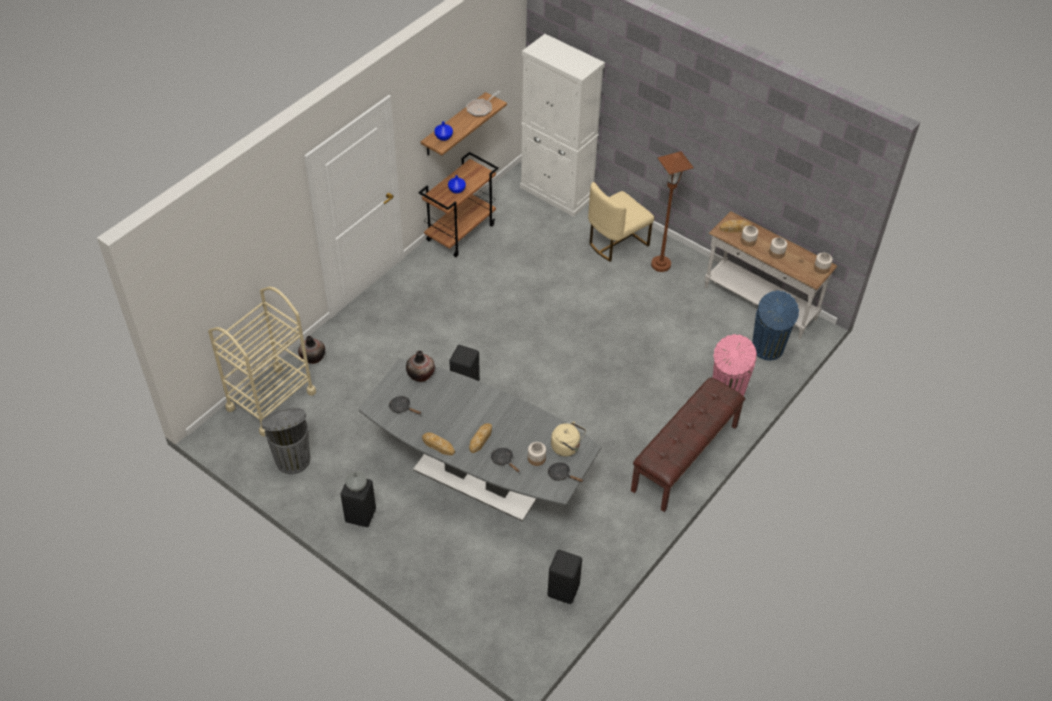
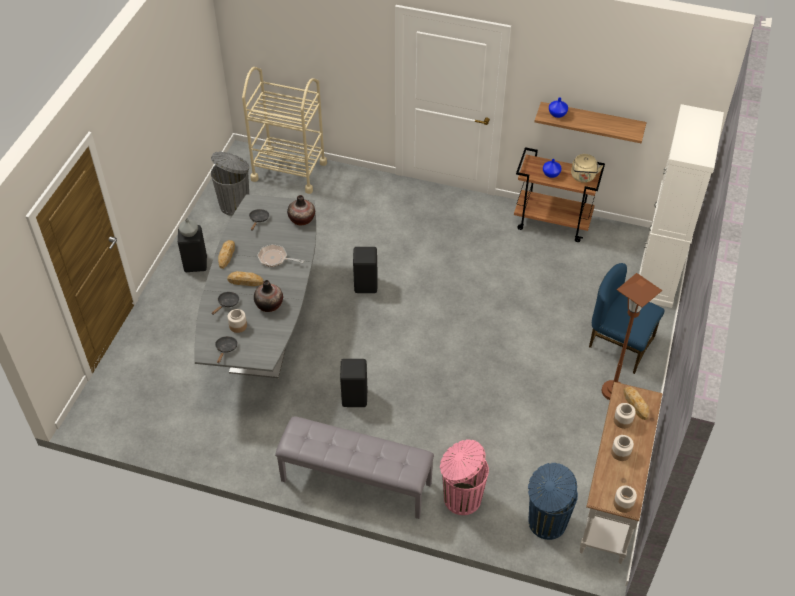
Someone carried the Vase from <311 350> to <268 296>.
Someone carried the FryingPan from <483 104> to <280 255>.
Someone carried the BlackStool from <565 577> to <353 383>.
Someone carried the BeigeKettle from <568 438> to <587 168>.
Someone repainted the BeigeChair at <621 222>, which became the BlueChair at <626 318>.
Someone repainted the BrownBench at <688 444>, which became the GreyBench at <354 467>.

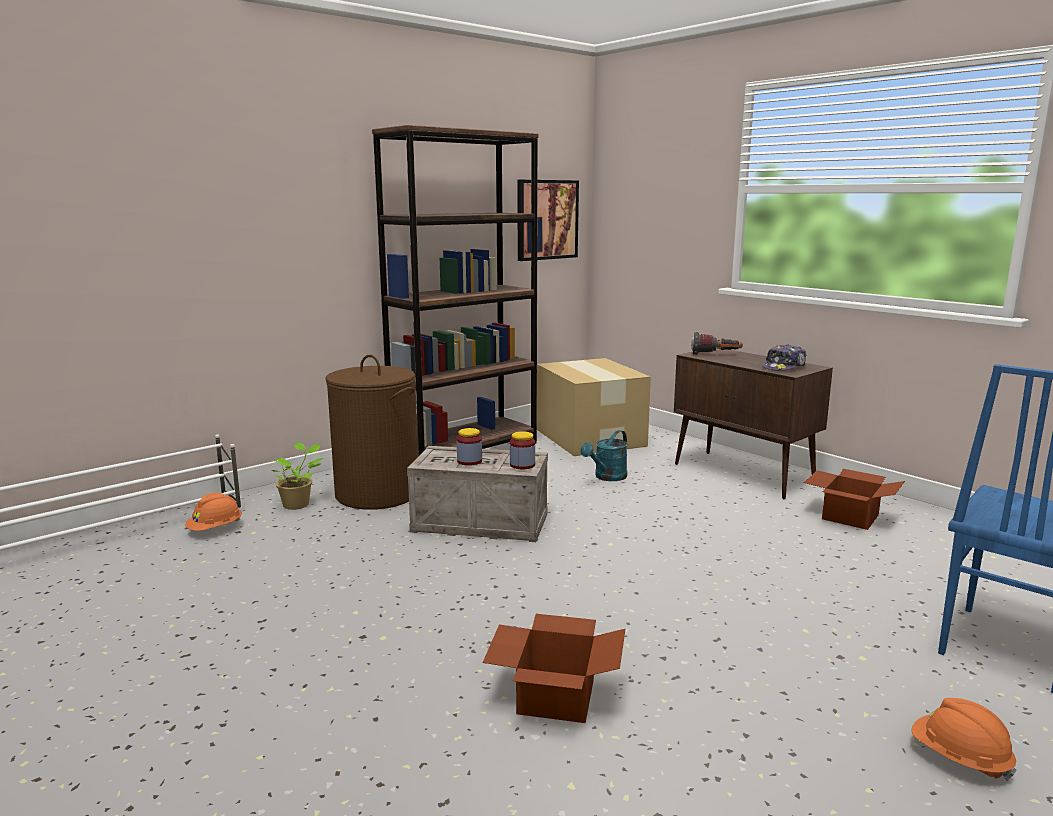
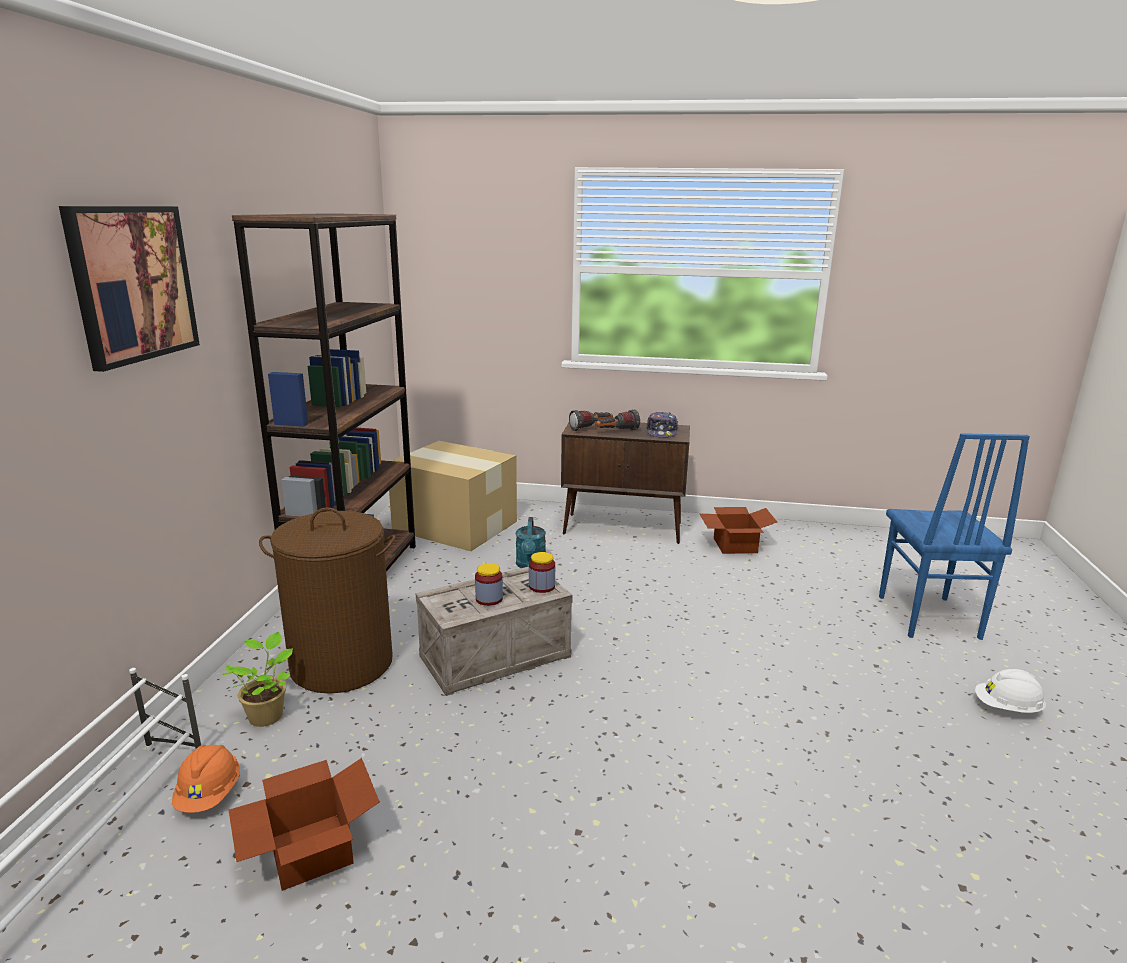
Someone carried the CardboardBox from <554 668> to <304 824>.
Someone carried the Picture from <548 220> to <129 289>.
Someone repainted the OrangeHardHat at <964 739>, which became the WhiteHardHat at <1010 691>.
Someone put down the Flashlight at <617 419>.

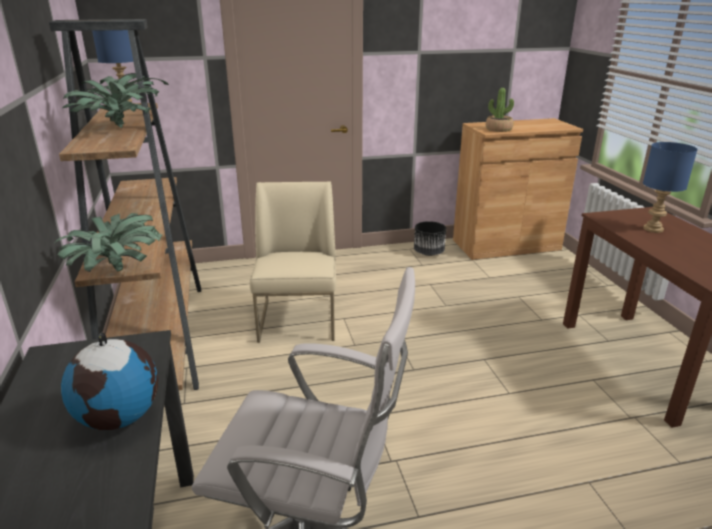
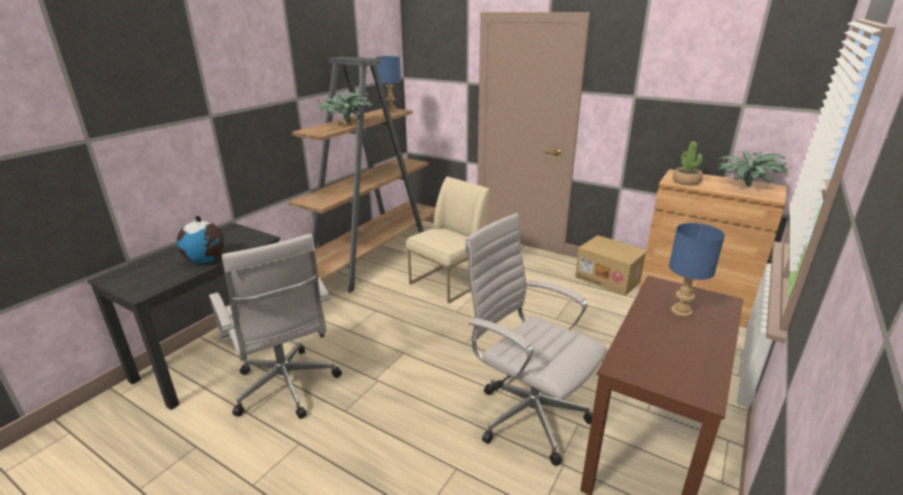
Someone carried the PottedPlant from <108 242> to <753 169>.
Someone swapped the BlackPlanter at <430 238> for the CardboardBox at <610 265>.
Someone put down the WhiteOfficeChair at <535 339>.

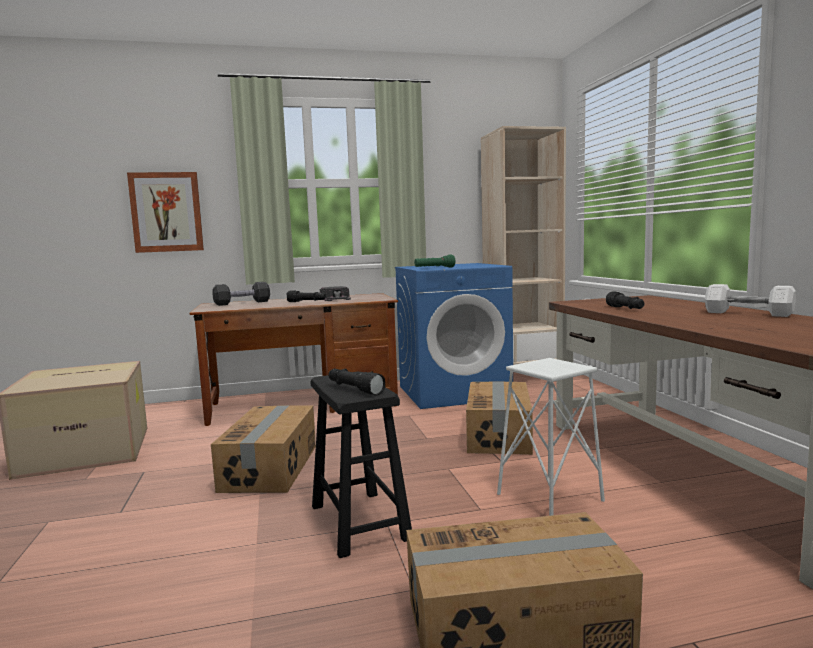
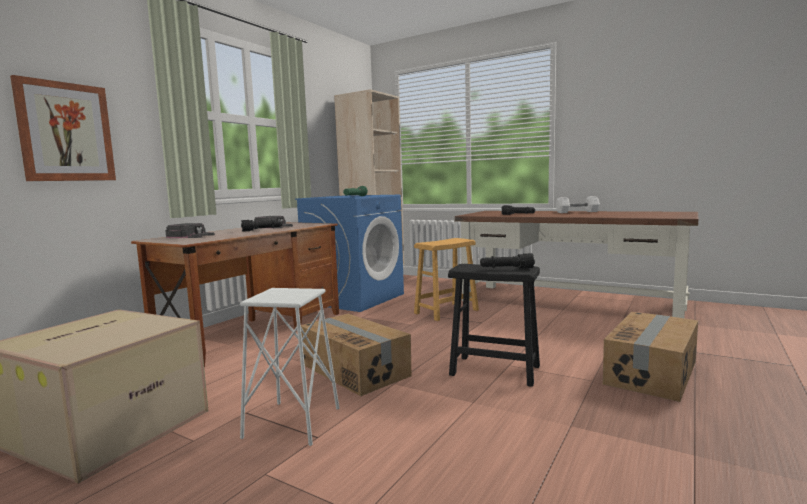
Someone swapped the BlackDumbbell at <241 294> for the BlackCap at <190 230>.
Someone swapped the CardboardBox at <499 418> for the BrownStool at <446 279>.
Someone carried the WhiteStool from <551 437> to <290 367>.

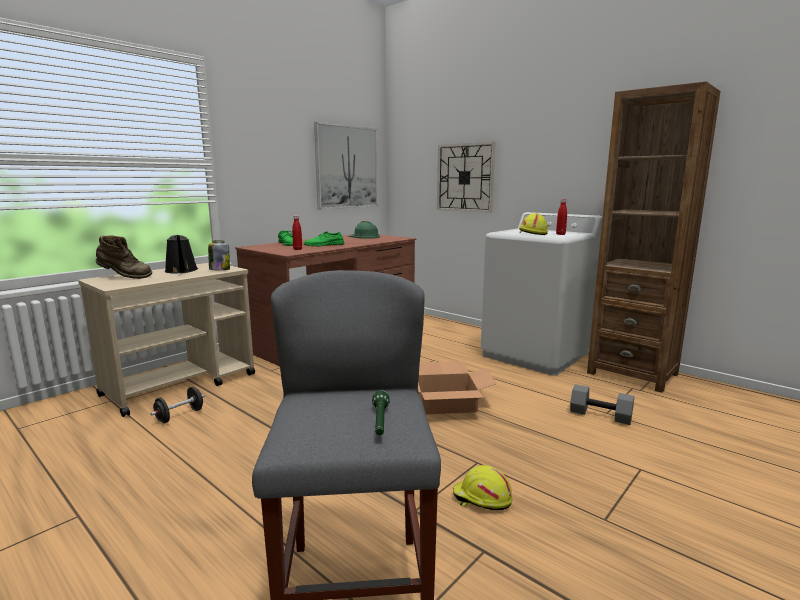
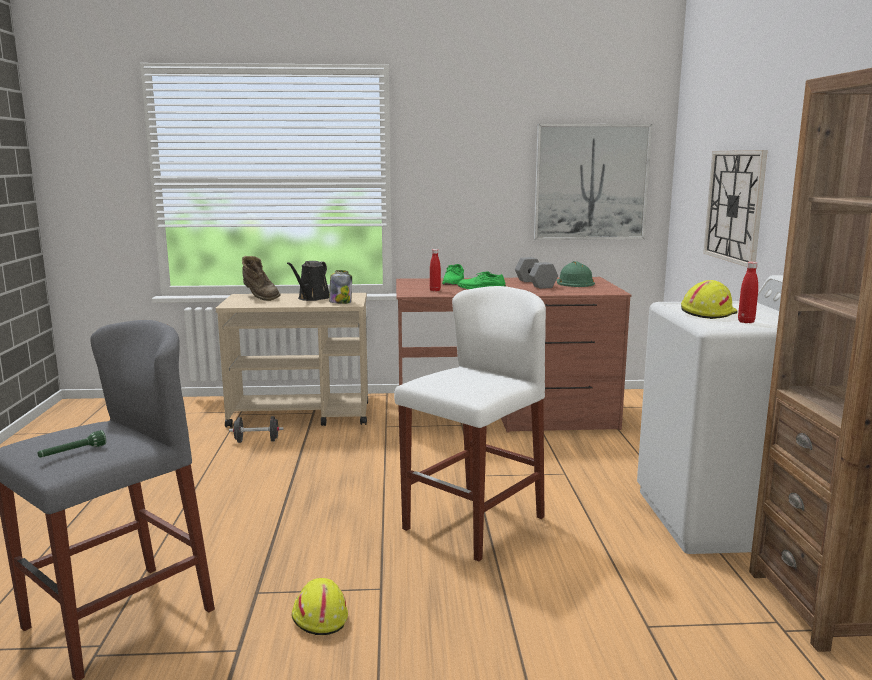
Someone swapped the CardboardBox at <457 387> for the WhiteStool at <470 424>.
Someone carried the GreyDumbbell from <602 404> to <536 273>.

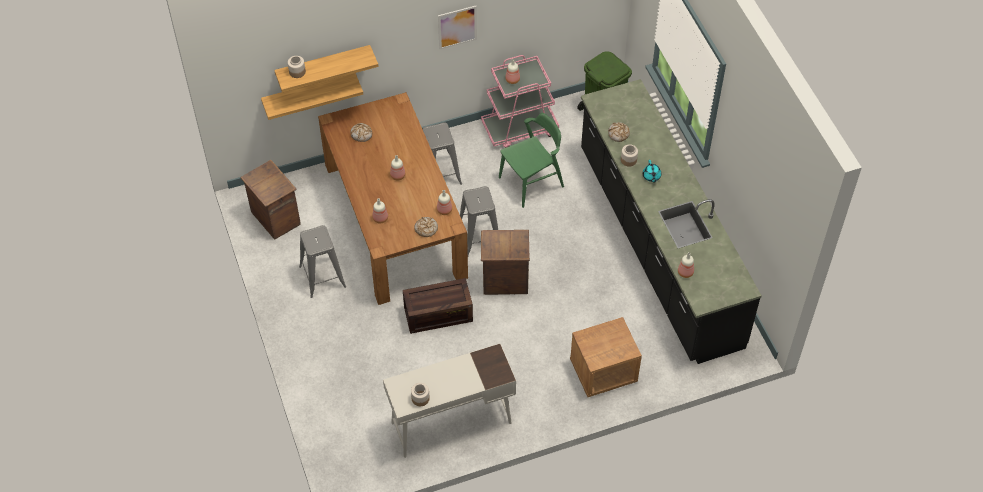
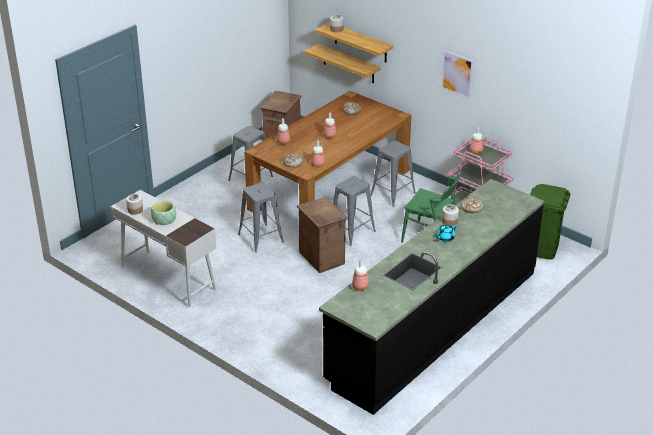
Someone swapped the Crate at <438 306> for the GreyStool at <261 217>.
Someone took away the BrownNightstand at <606 357>.
Someone put down the Bowl at <163 213>.

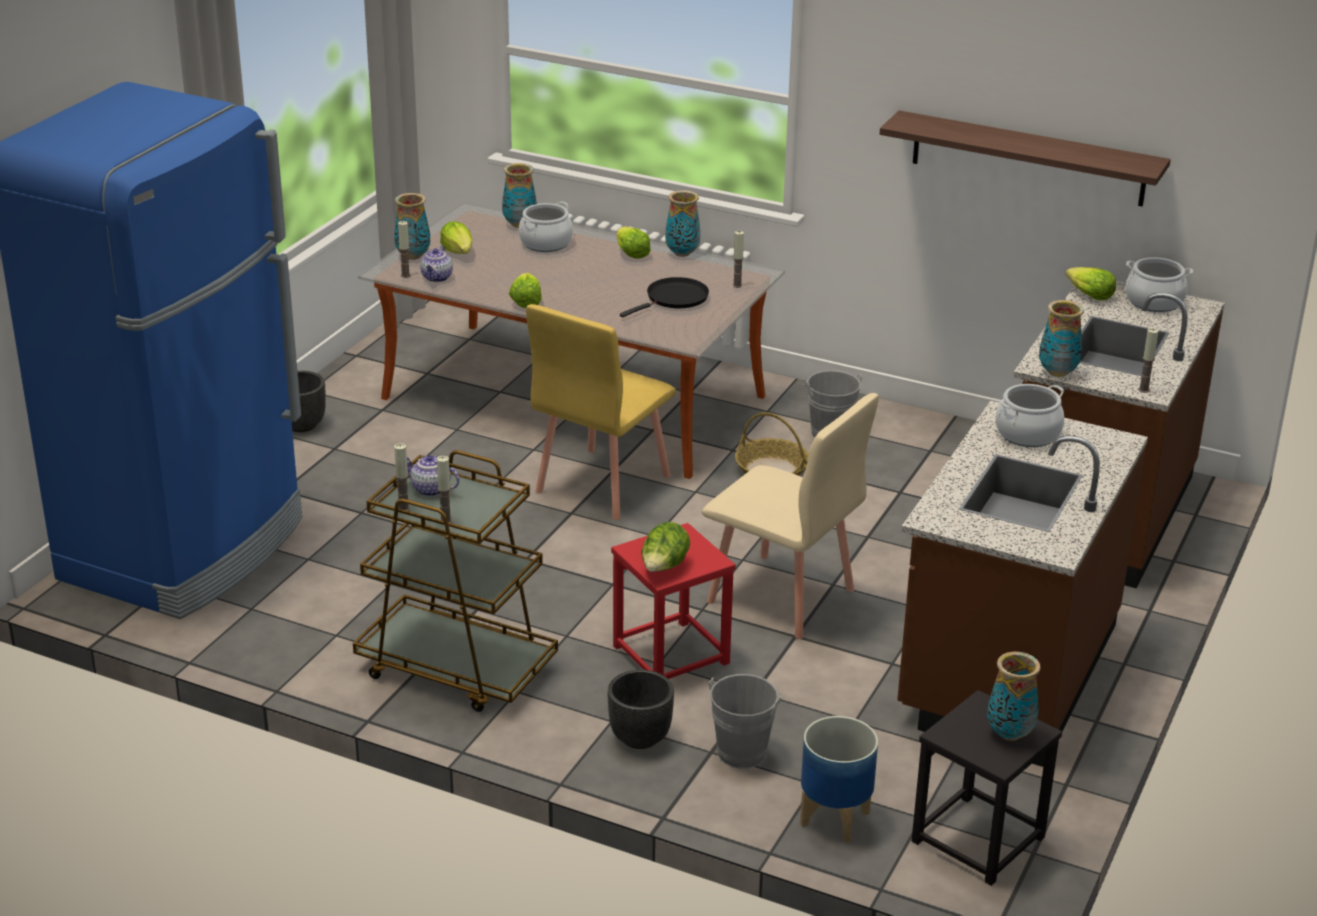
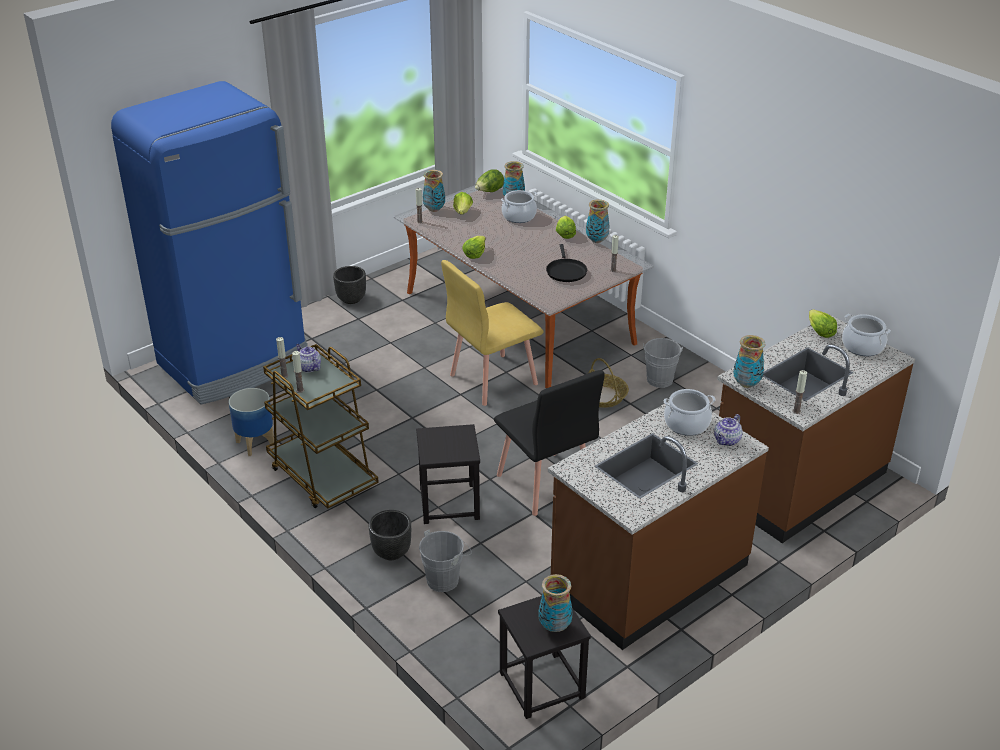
Someone carried the Teapot from <436 264> to <728 430>.
Someone repainted the RedStool at <673 601>, which became the BlackStool at <448 474>.
Someone rotated the BlackFryingPan at <664 297> by 105 degrees clockwise.
Someone carried the Lettuce from <666 547> to <489 180>.
Someone repainted the BeigeChair at <790 516>, which became the BlackChair at <549 443>.
Someone carried the Planter from <839 779> to <251 422>.
Someone took away the Shelf at <1025 158>.

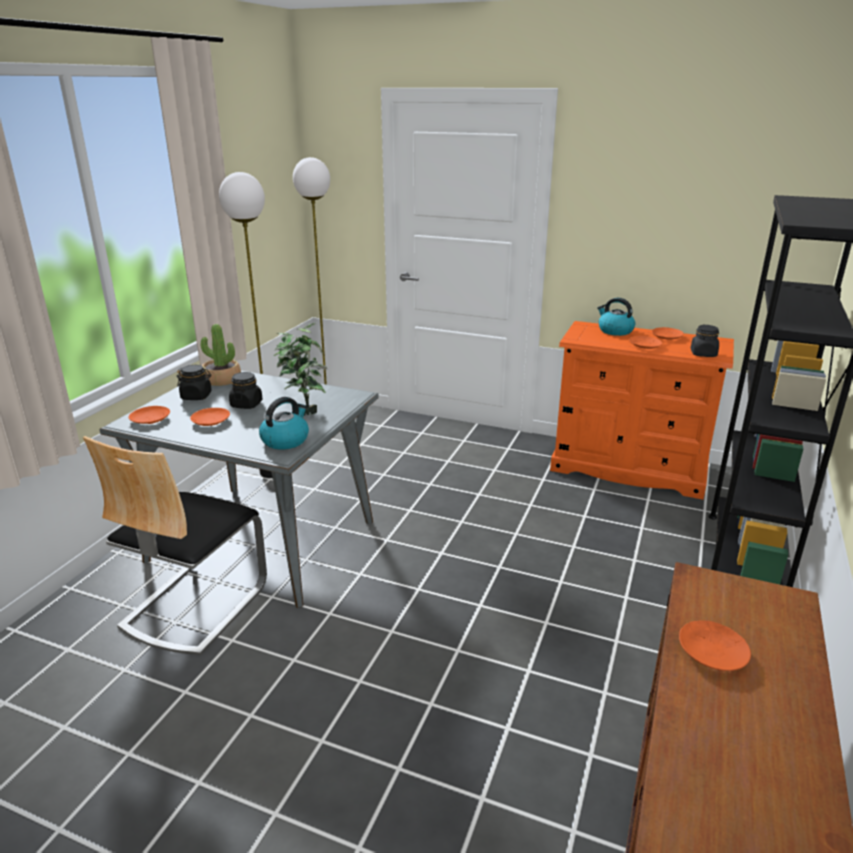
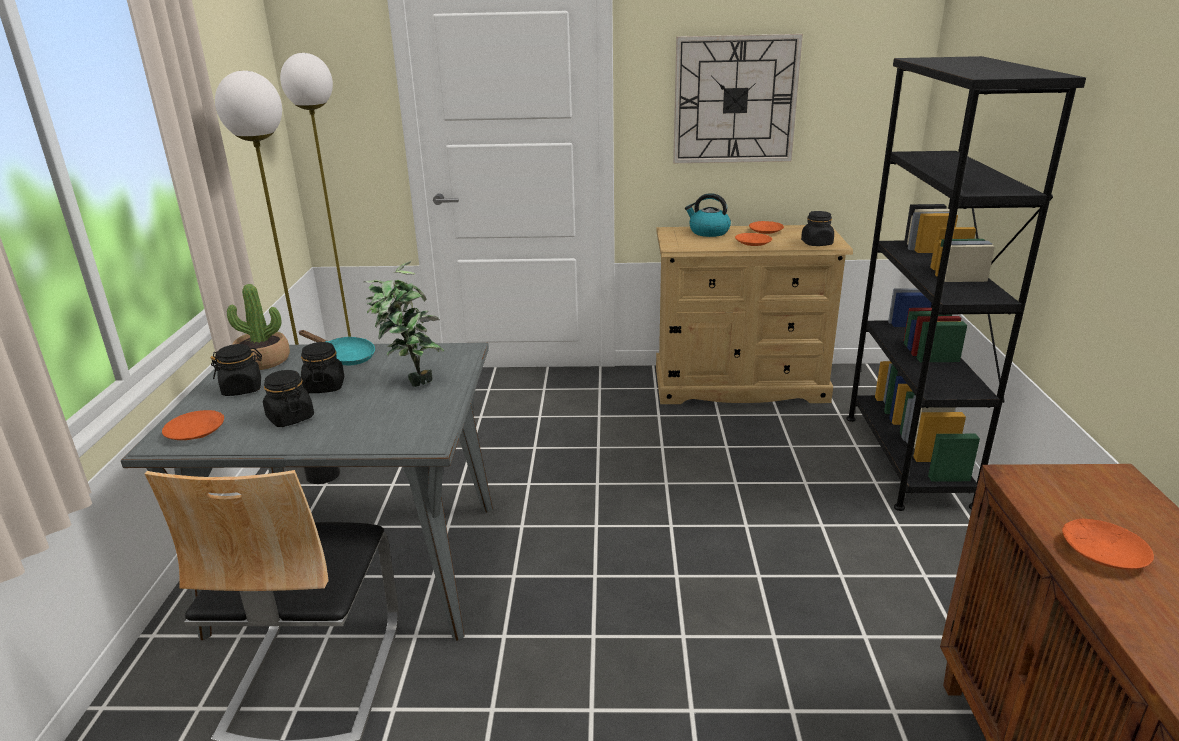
Someone swapped the OrangePlate at <210 417> for the BlackJar at <288 398>.
Someone took away the Kettle at <284 423>.
Someone repainted the OrangeDresser at <642 410>, which became the BeigeDresser at <754 314>.
Someone put down the TurquoiseFryingPan at <336 347>.
Someone put up the WallClock at <738 98>.

